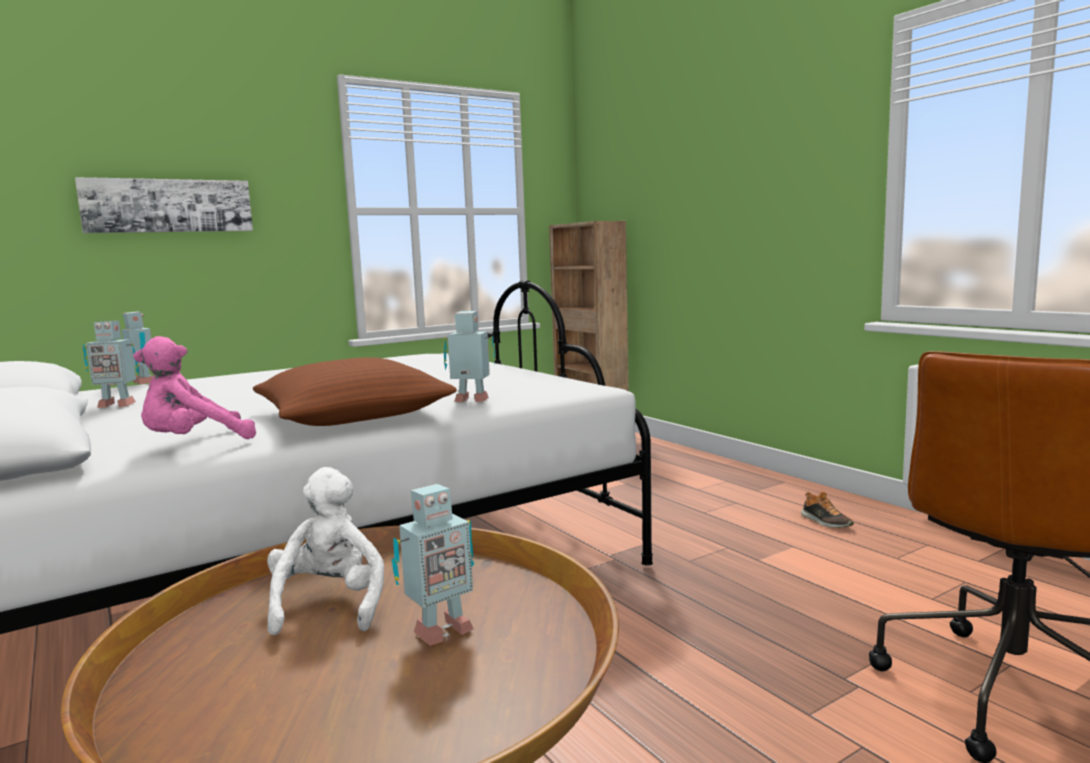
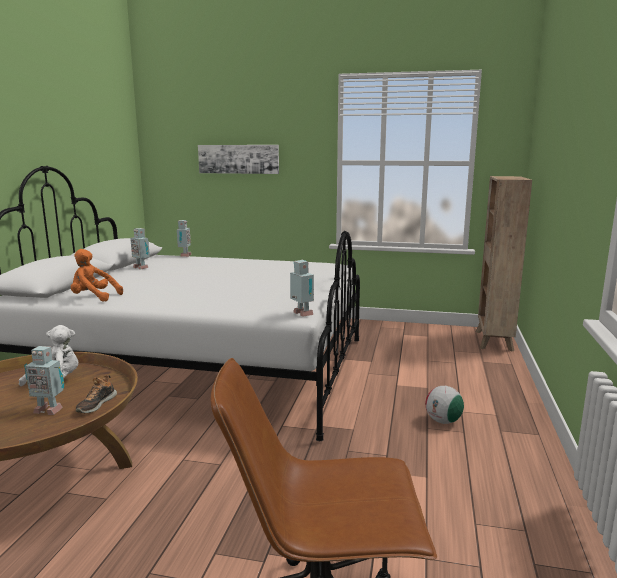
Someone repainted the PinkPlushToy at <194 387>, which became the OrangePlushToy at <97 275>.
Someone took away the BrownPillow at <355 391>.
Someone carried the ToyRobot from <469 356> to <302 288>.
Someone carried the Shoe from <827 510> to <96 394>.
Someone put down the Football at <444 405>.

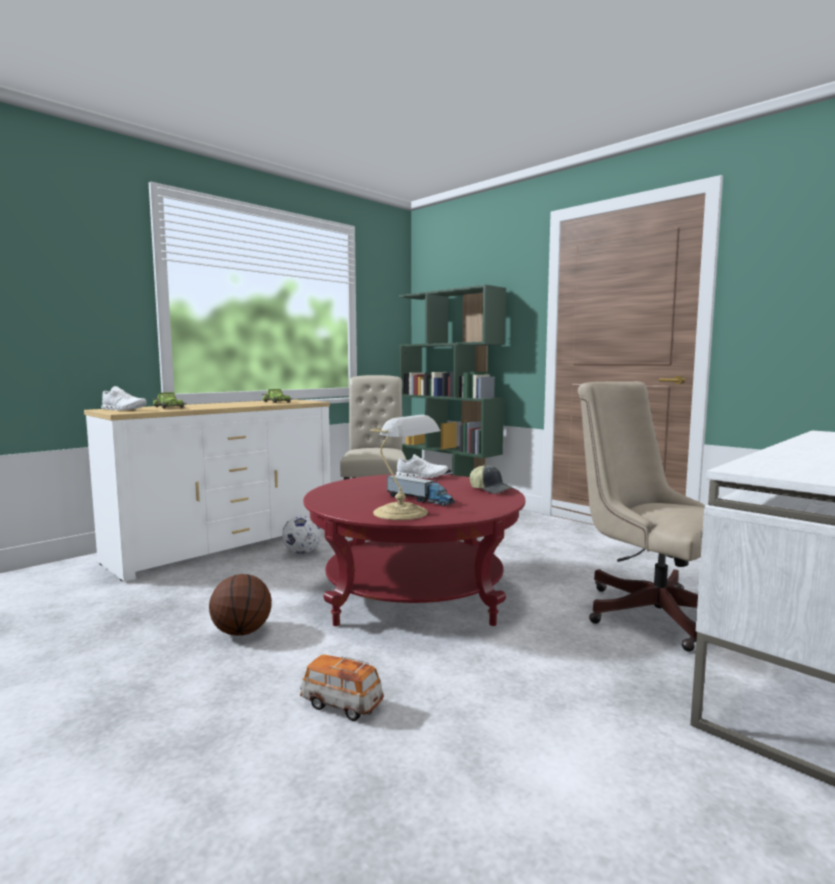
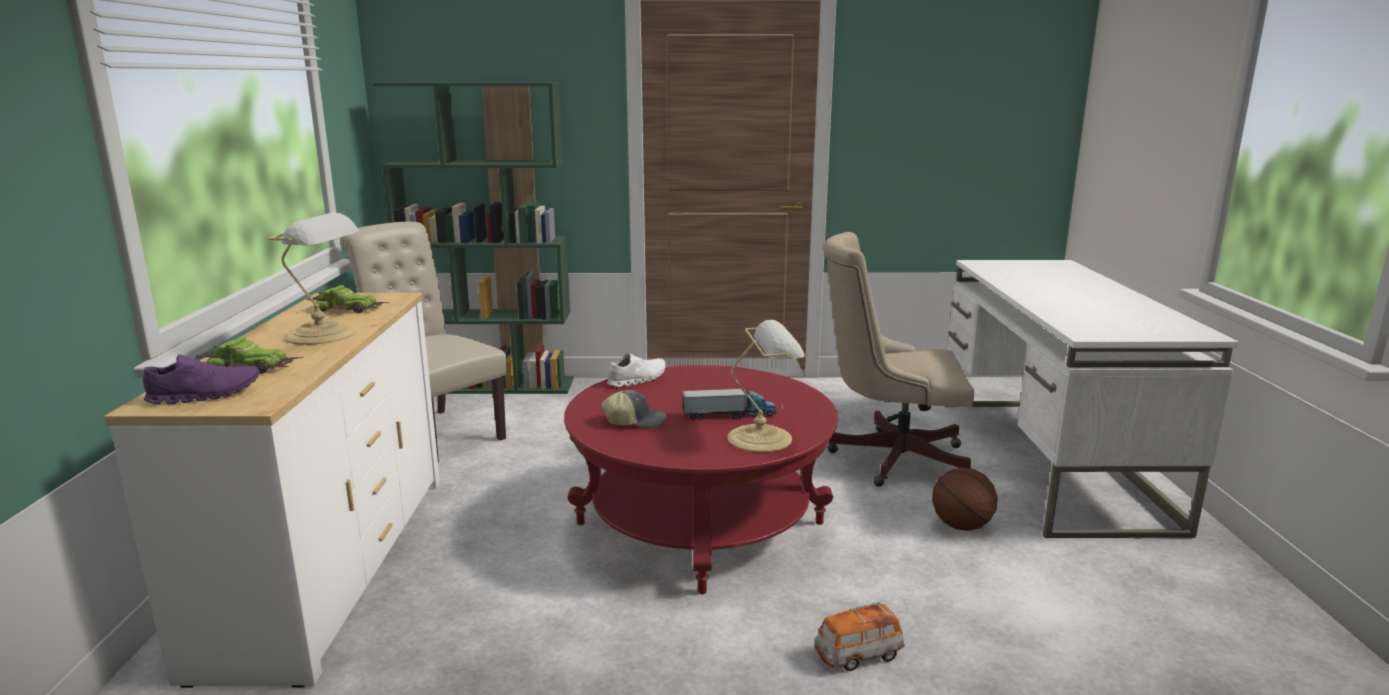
Someone repainted the WhiteShoe at <124 398>, which became the PurpleShoe at <201 379>.
Someone carried the Basketball from <240 604> to <965 499>.
Someone took away the Football at <301 534>.
Someone carried the Cap from <492 479> to <634 409>.
Someone put down the TableLamp at <313 278>.

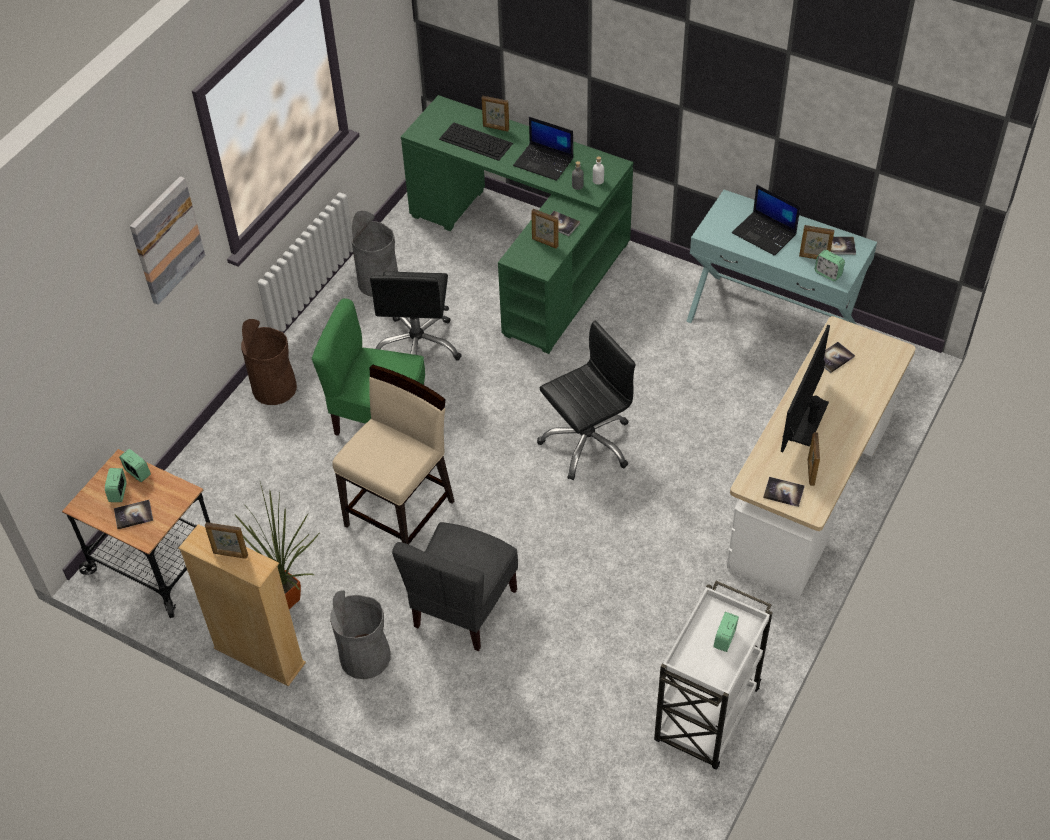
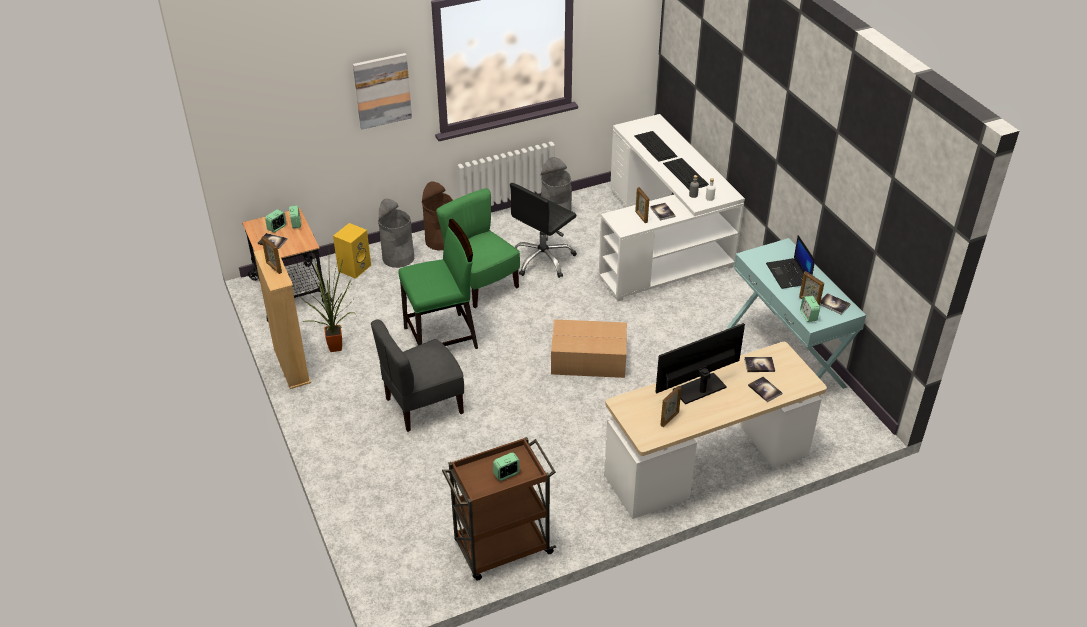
Someone carried the GreyTrashCan from <360 634> to <396 233>.
Someone repainted the BeigeChair at <393 455>, which became the GreenChair at <438 284>.
Someone repainted the GreenDesk at <517 224>, which became the WhiteDesk at <672 207>.
Someone took away the PictureFrame at <495 114>.
Someone swapped the Laptop at <543 149> for the Keyboard at <686 174>.
Someone swapped the BlackOfficeChair at <586 400> for the CardboardBox at <589 348>.
Someone repainted the WhiteCart at <713 675>, which became the BrownCart at <499 509>.
Someone carried the Book from <784 492> to <765 389>.
Someone put down the YellowSpeaker at <352 251>.

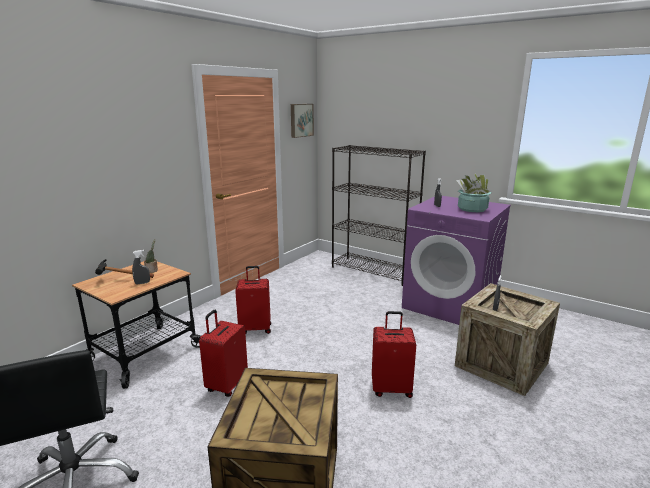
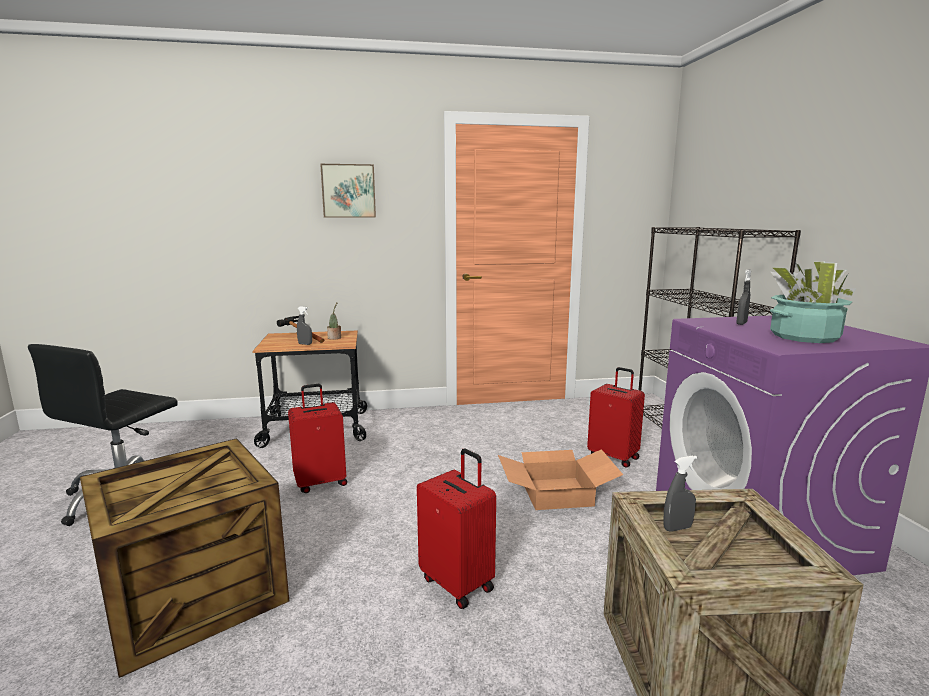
Someone carried the RedSuitcase from <253 300> to <616 417>.
Someone carried the Picture from <302 121> to <348 191>.
Someone put down the CardboardBox at <560 479>.

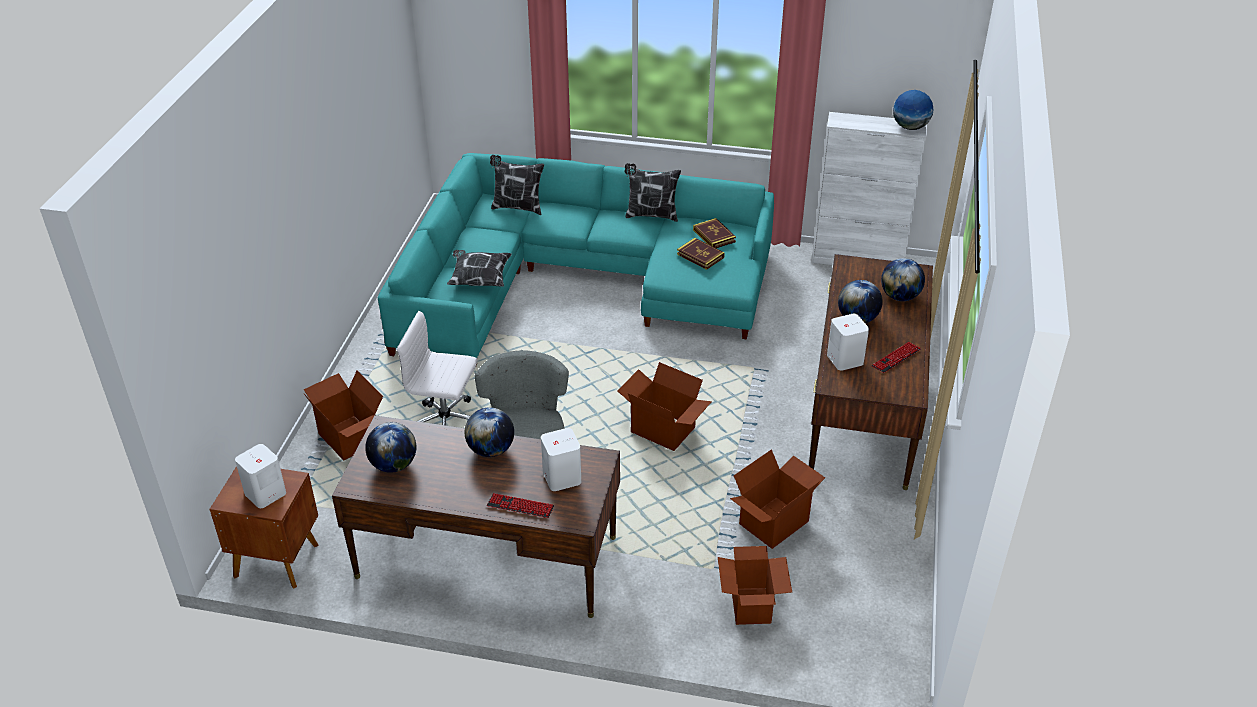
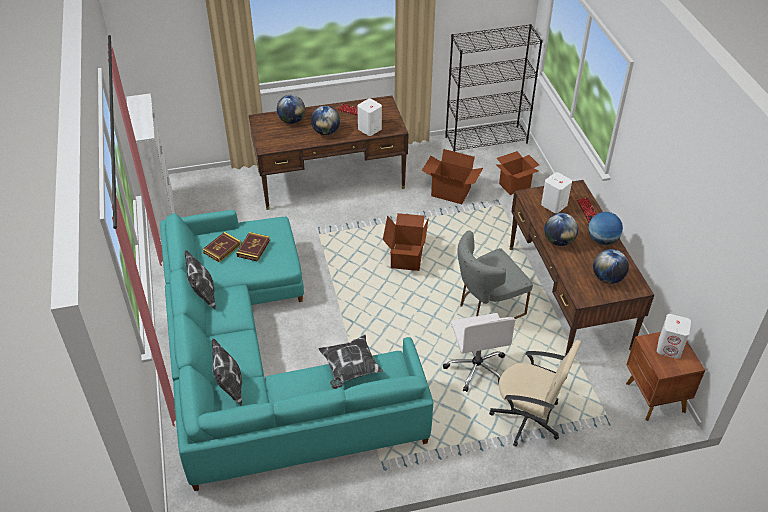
Someone swapped the CardboardBox at <343 416> for the BeigeOfficeChair at <535 393>.
Someone carried the Globe from <913 110> to <605 228>.
Someone put down the BlackBookcase at <494 88>.

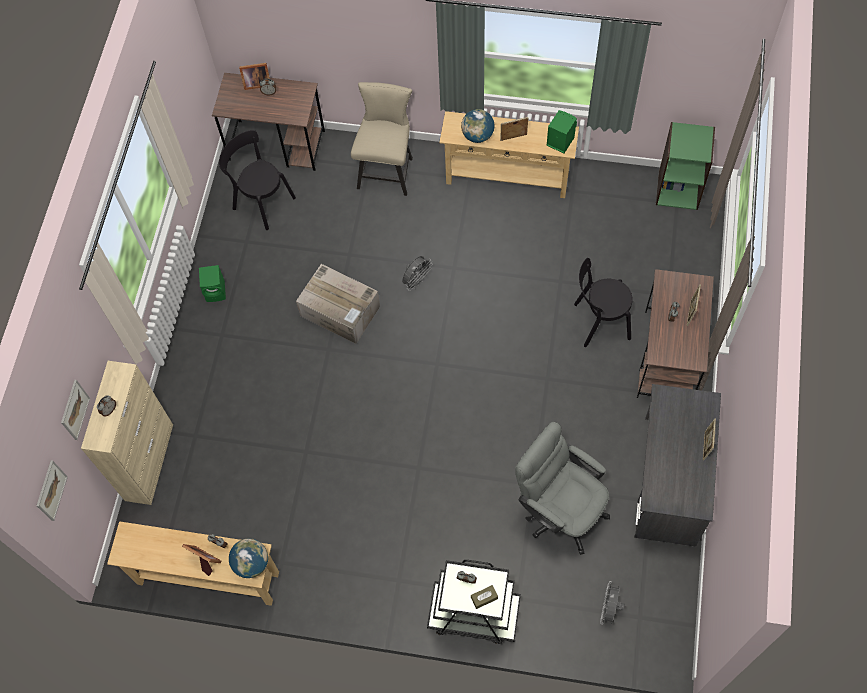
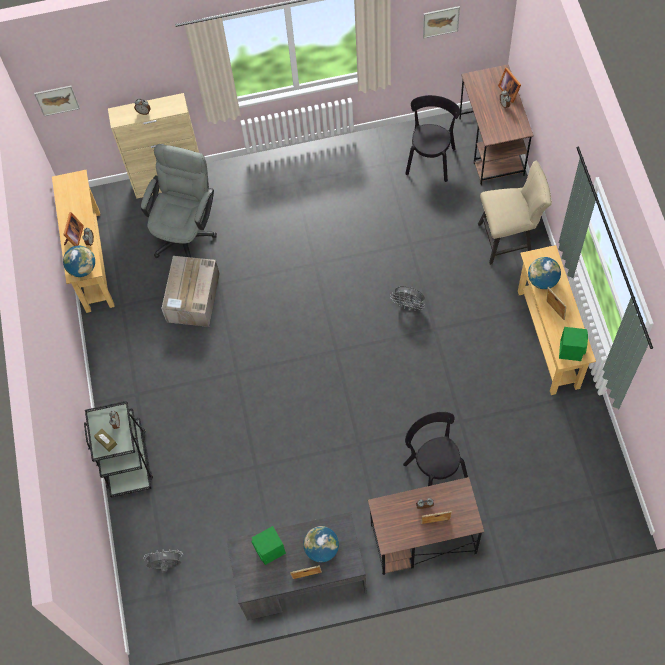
Someone carried the Picture from <75 410> to <441 22>.
Someone carried the GreenSpeaker from <212 283> to <268 545>.
Someone carried the CardboardBox from <338 304> to <190 291>.
Someone carried the GreyOfficeChair from <562 488> to <179 201>.
Someone took away the GreenBookcase at <685 166>.
Someone put down the Globe at <321 544>.

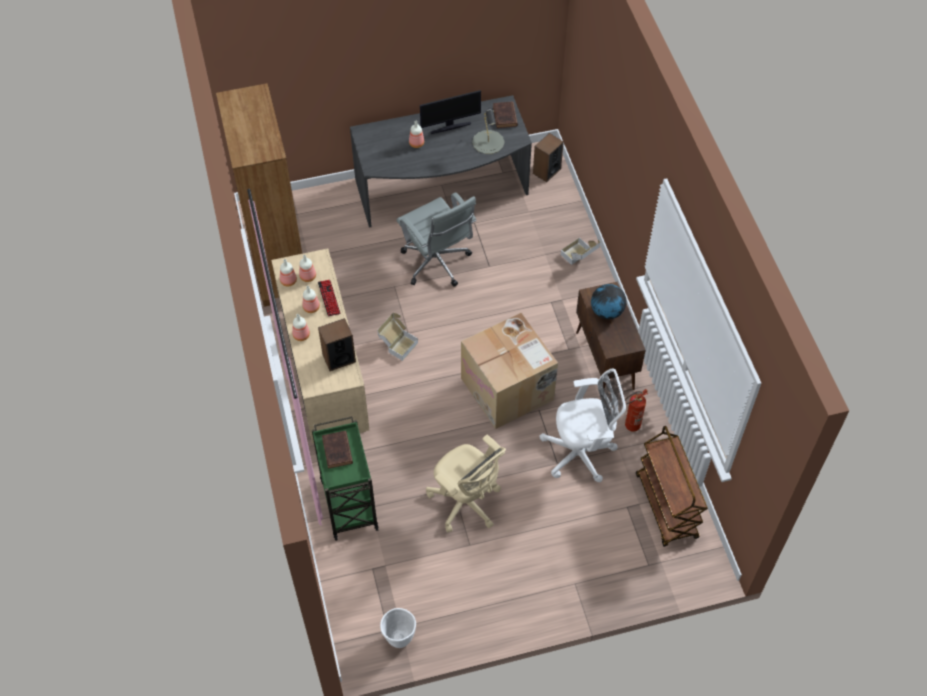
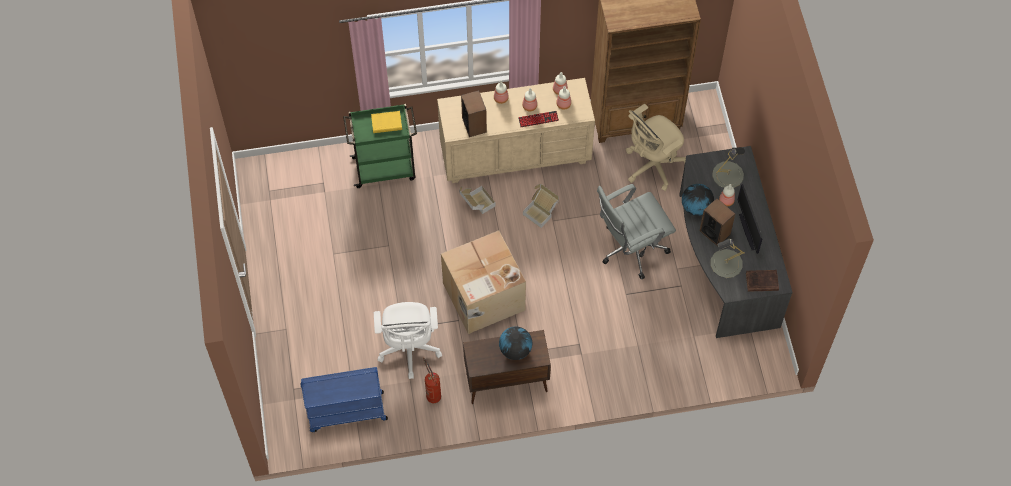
Someone repainted the BrownBook at <337 450>, which became the YellowBook at <386 122>.
Someone took away the WhitePlanter at <398 628>.
Someone carried the BeigeOfficeChair from <466 484> to <656 147>.
Someone carried the Speaker from <548 157> to <717 222>.
Someone carried the CardboardBox from <580 251> to <477 200>.
Someone repainted the BrownCart at <672 486>, which became the BlueCart at <344 399>.
Someone put down the Globe at <698 200>.
Someone put down the GreyTableLamp at <728 167>.

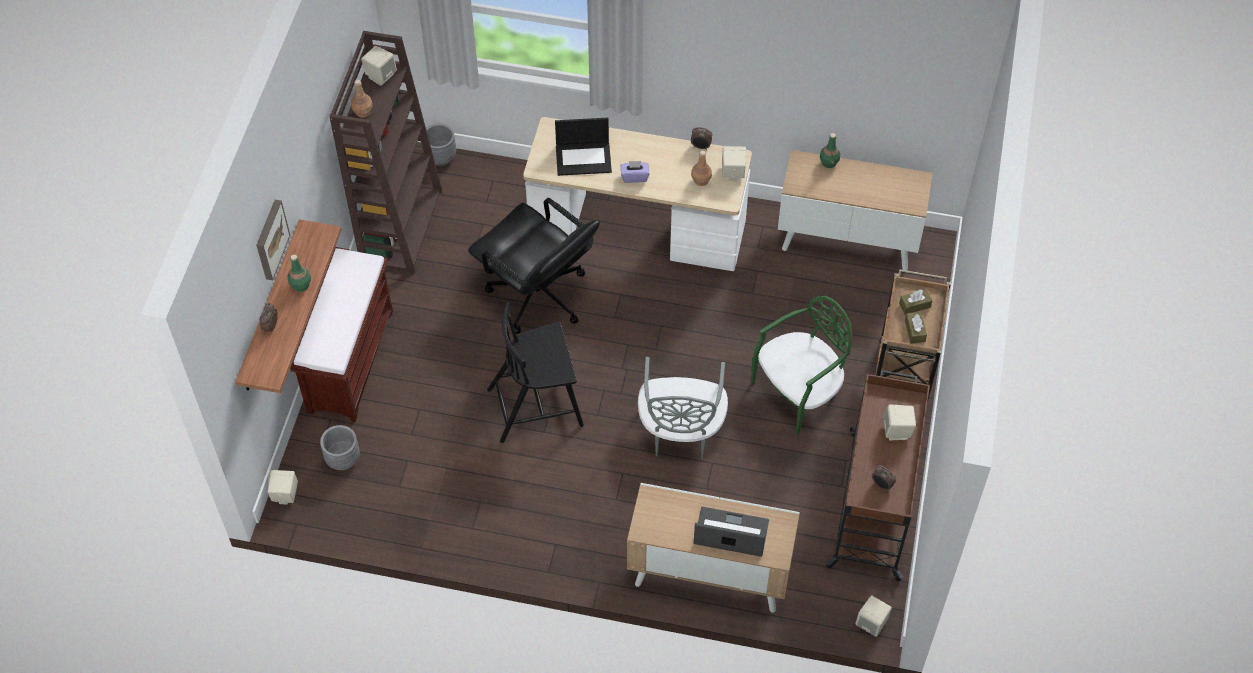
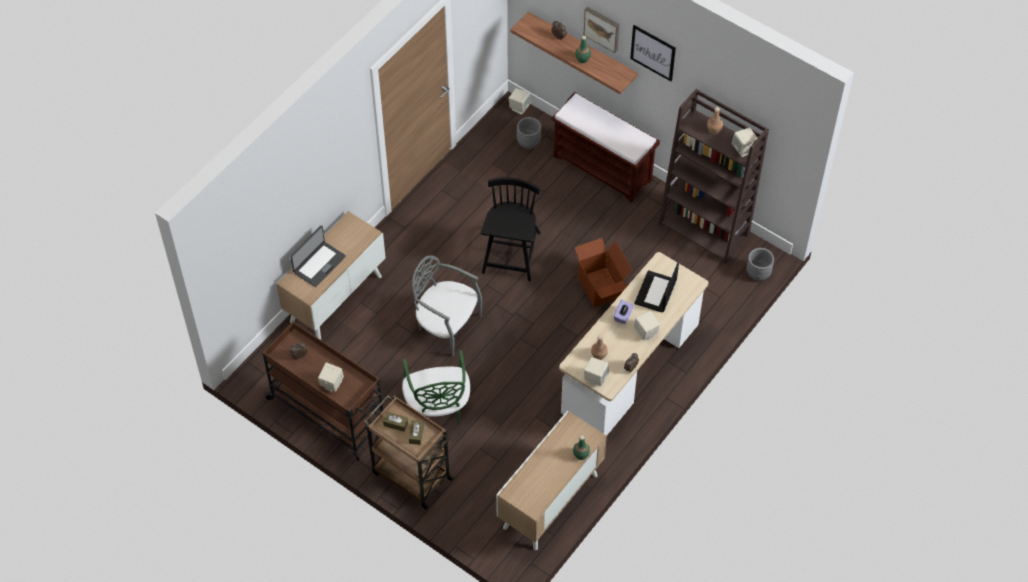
Someone swapped the BlackOfficeChair at <534 266> for the CardboardBox at <603 272>.
Someone carried the BeigeSpeaker from <873 616> to <647 325>.
Someone put up the Picture at <653 53>.

